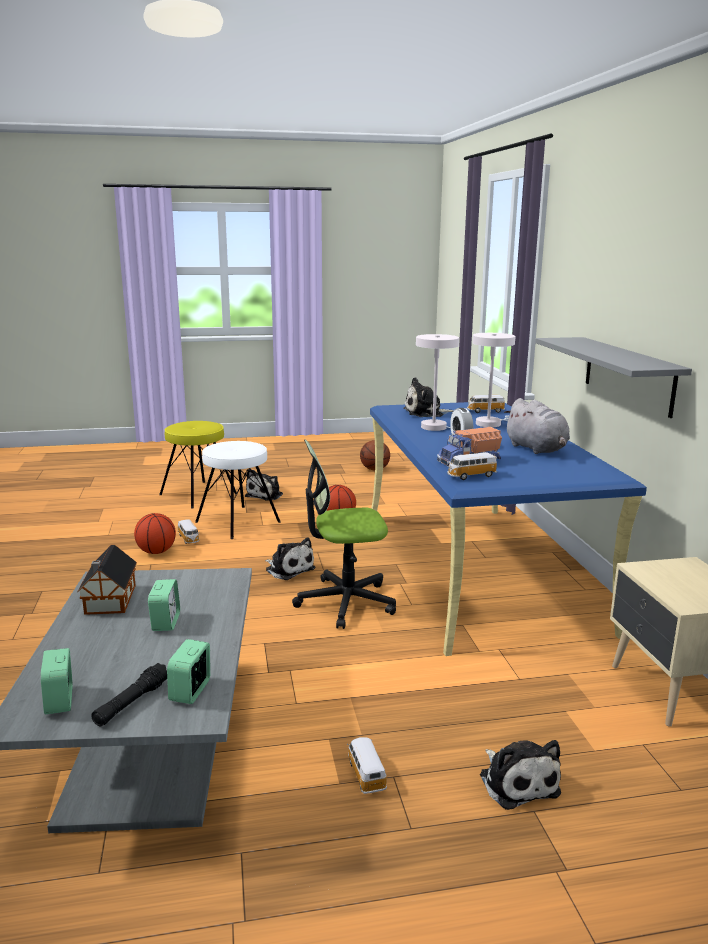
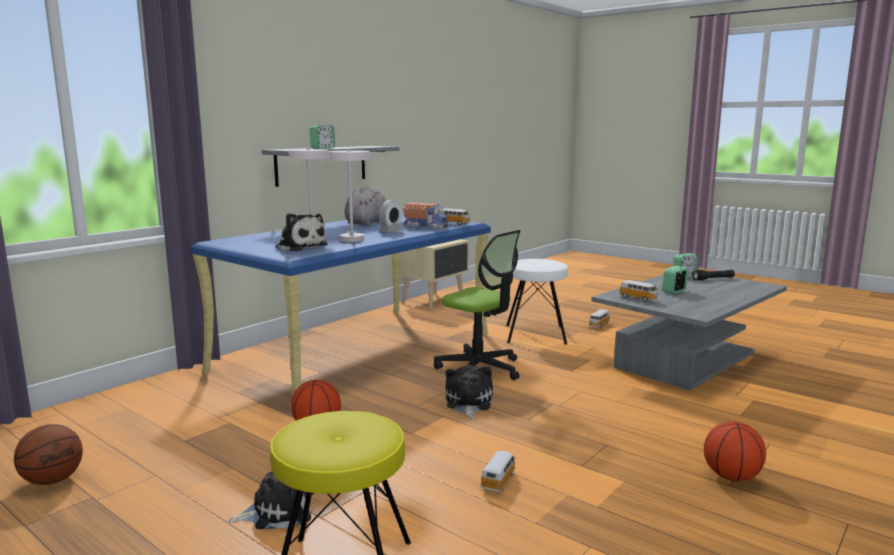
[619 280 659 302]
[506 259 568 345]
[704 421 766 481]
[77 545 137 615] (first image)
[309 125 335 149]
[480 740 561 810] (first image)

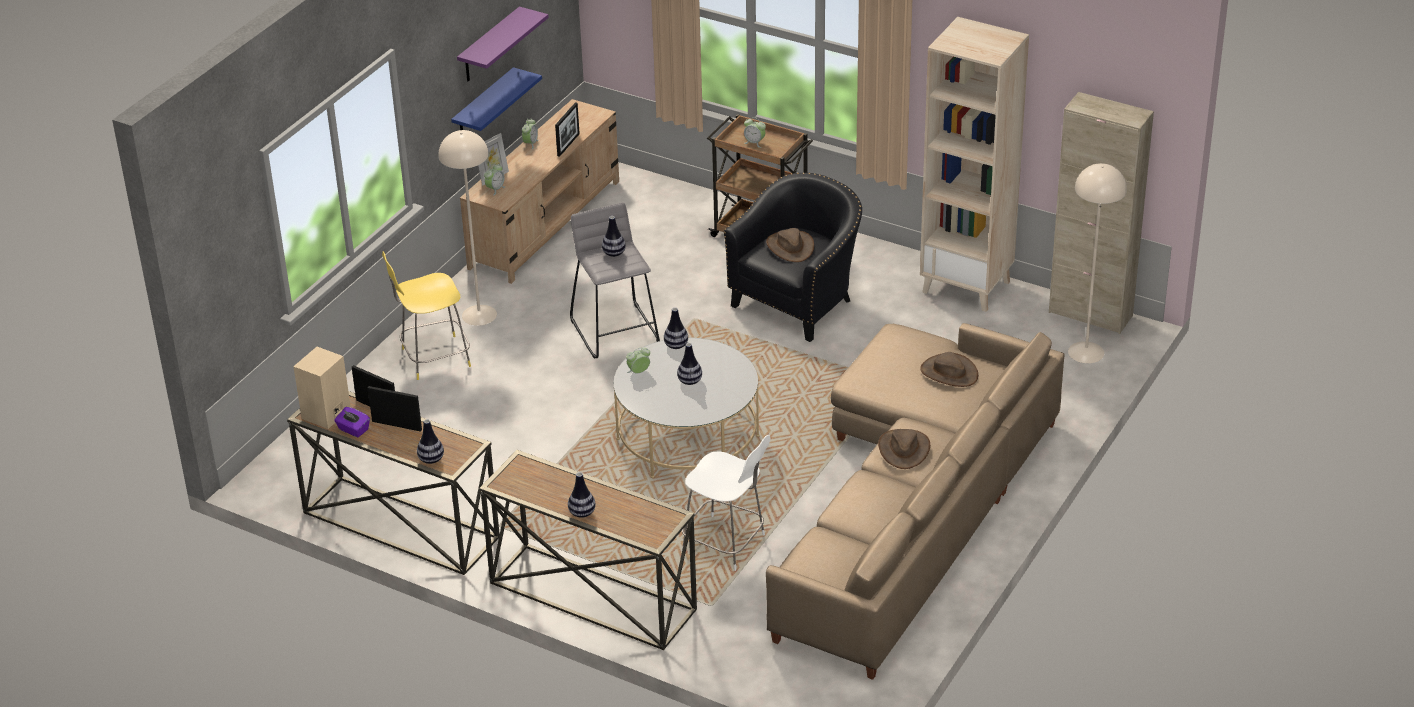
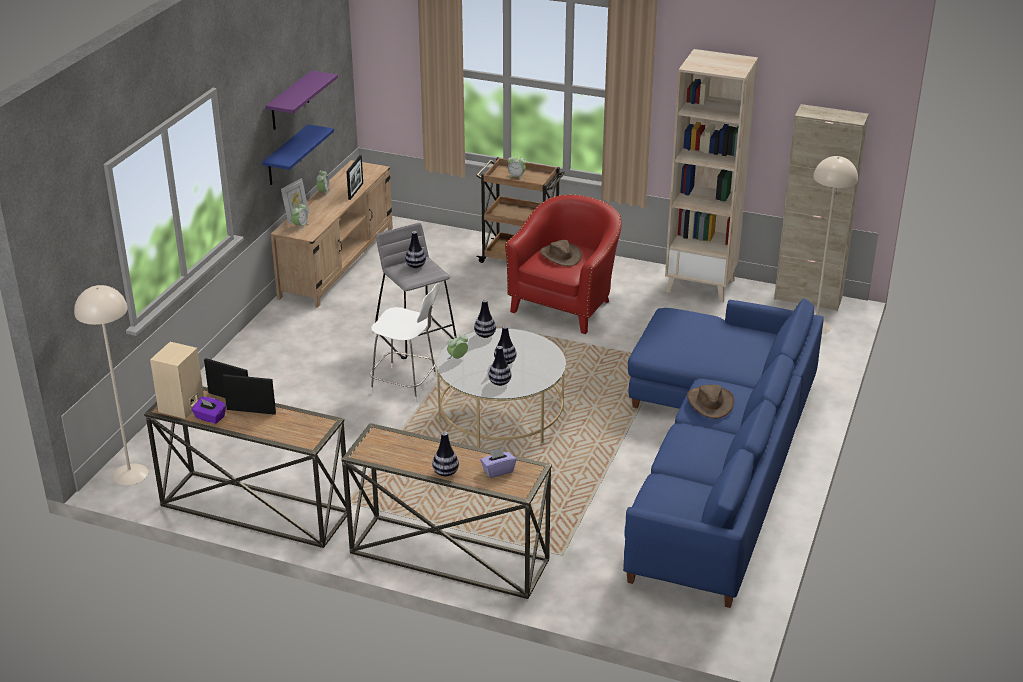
[74 285 148 485]
[505 194 622 334]
[382 252 471 380] (first image)
[623 298 824 608]
[920 352 978 387] (first image)
[488 346 511 386]
[370 283 440 403]
[480 448 516 478]

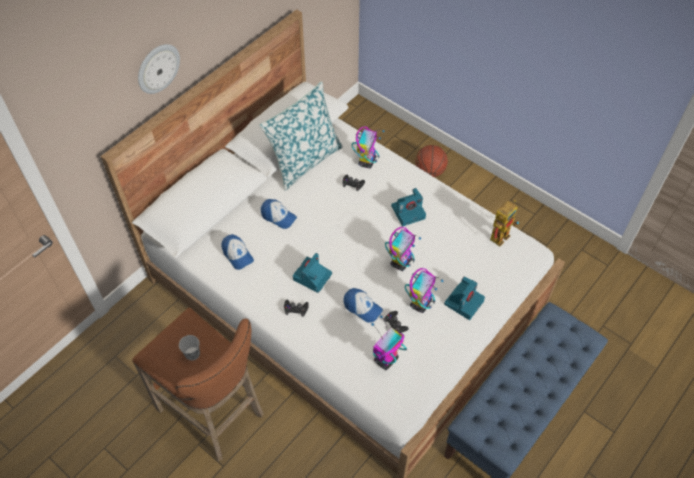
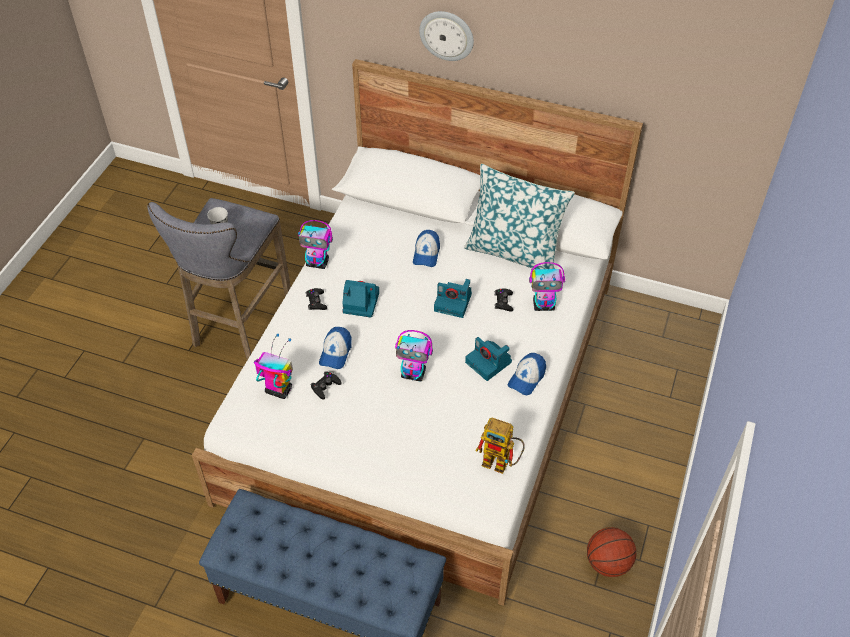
[587 527 636 577]
[508 353 546 395]
[298 220 333 269]
[434 279 472 318]
[147 198 291 360]

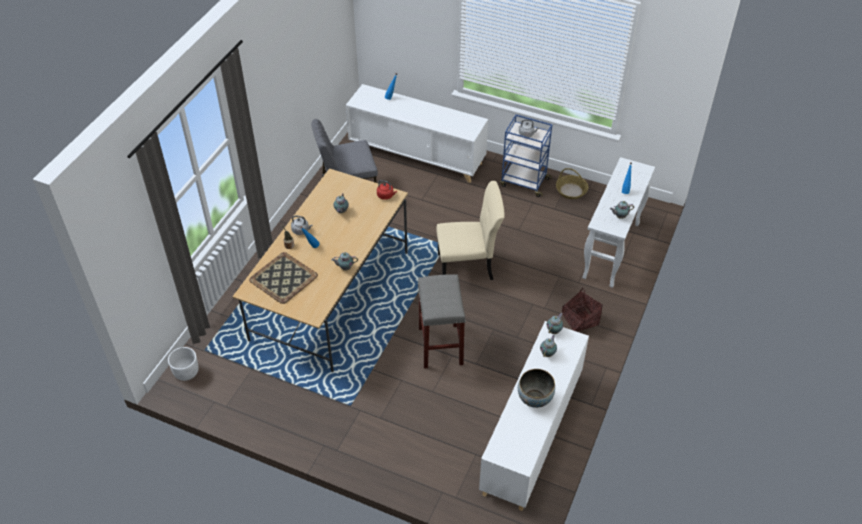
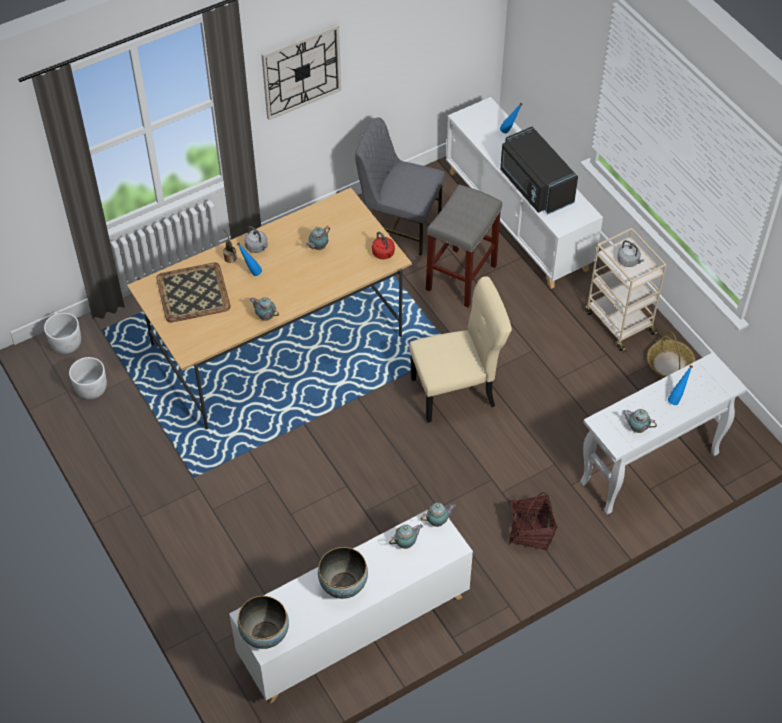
[585 228 667 352]
[409 276 512 423]
[426 184 502 308]
[261 24 341 120]
[500 126 578 214]
[69 357 107 399]
[238 596 289 649]

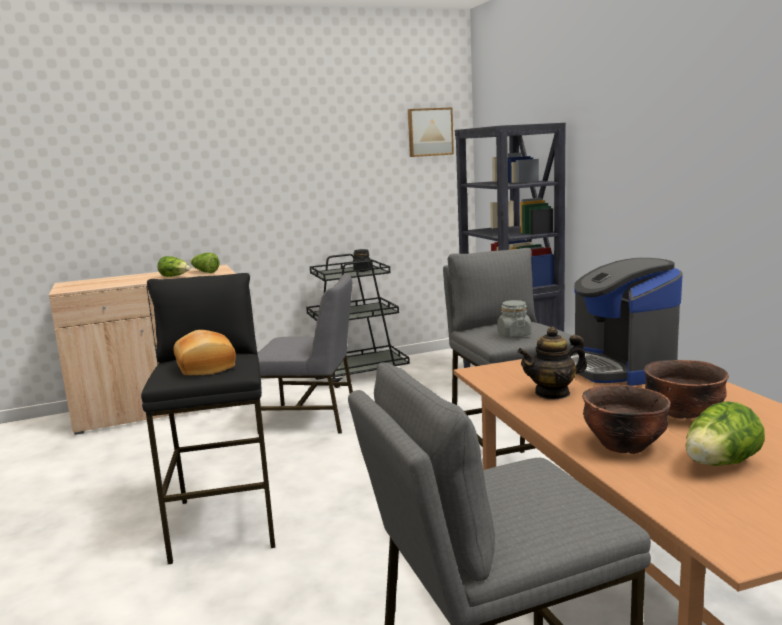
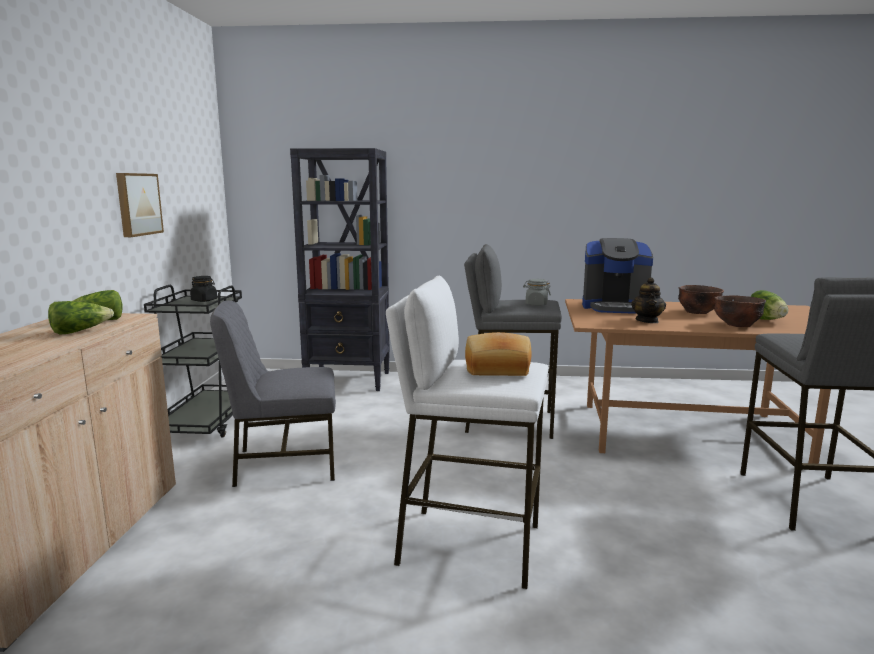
[116 173 164 237]
[386 276 549 589]
[210 300 336 487]

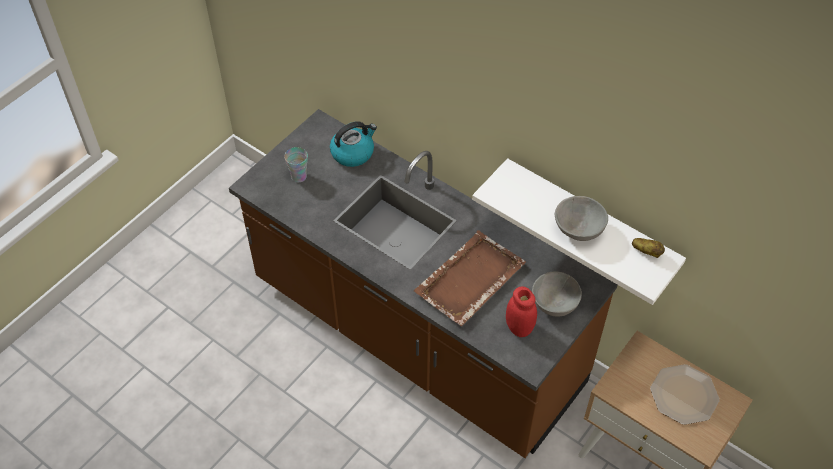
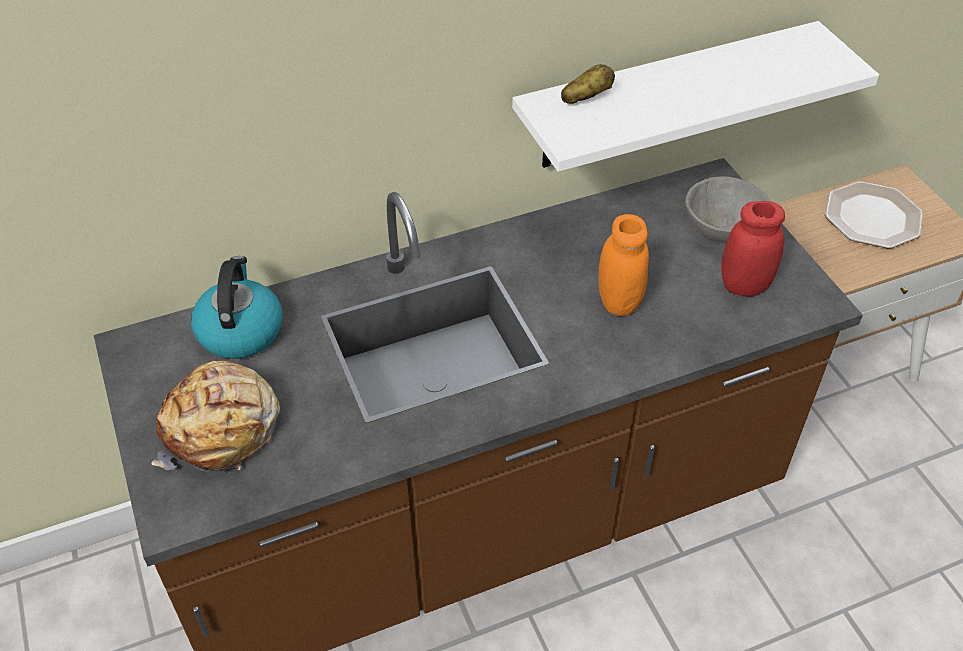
[151 361 280 472]
[555 196 608 241] (first image)
[598 214 649 316]
[561 64 615 104]

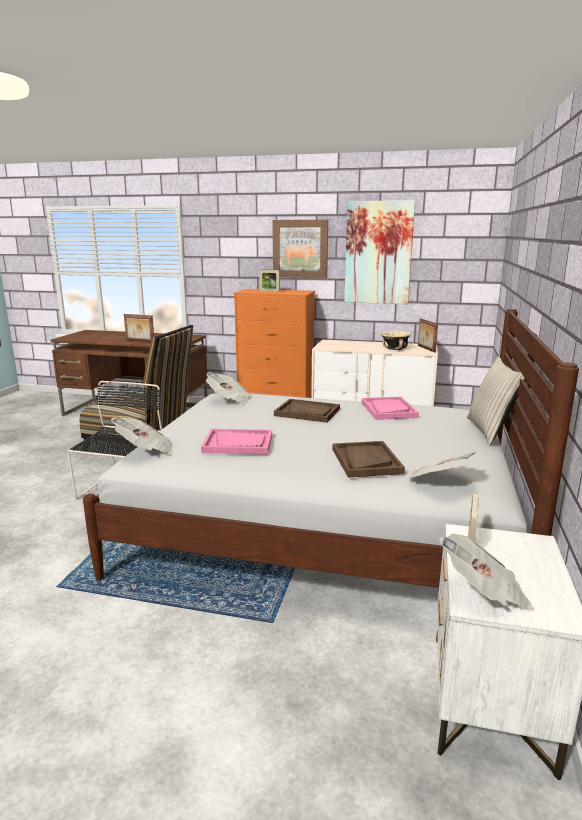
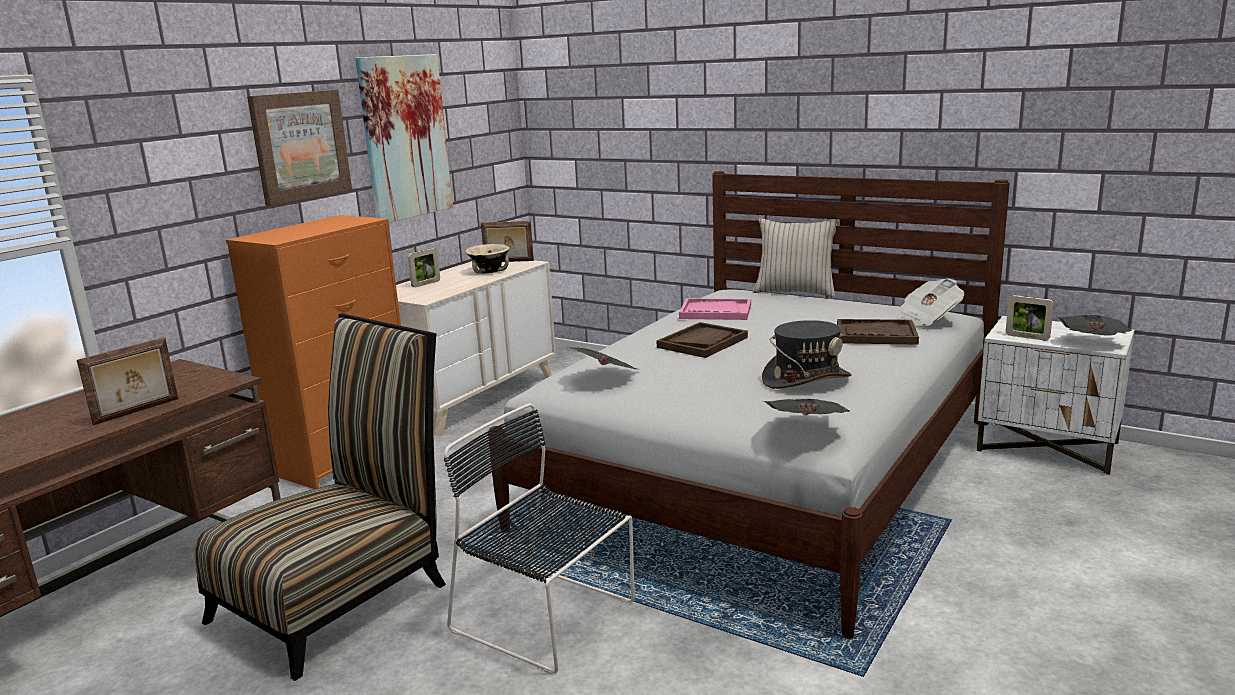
[408 248 440 287]
[762 320 852 389]

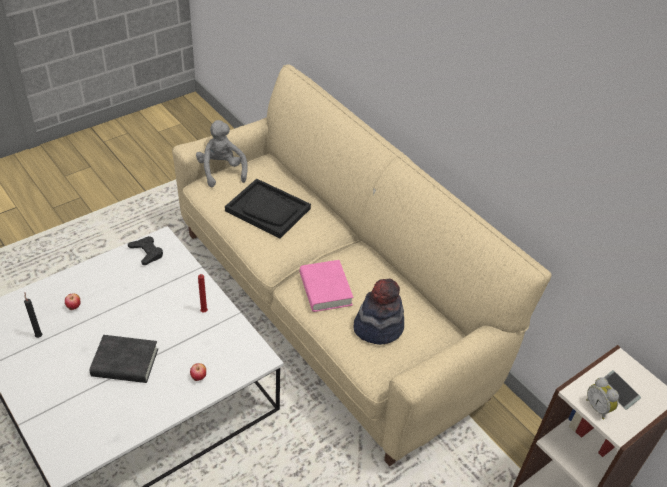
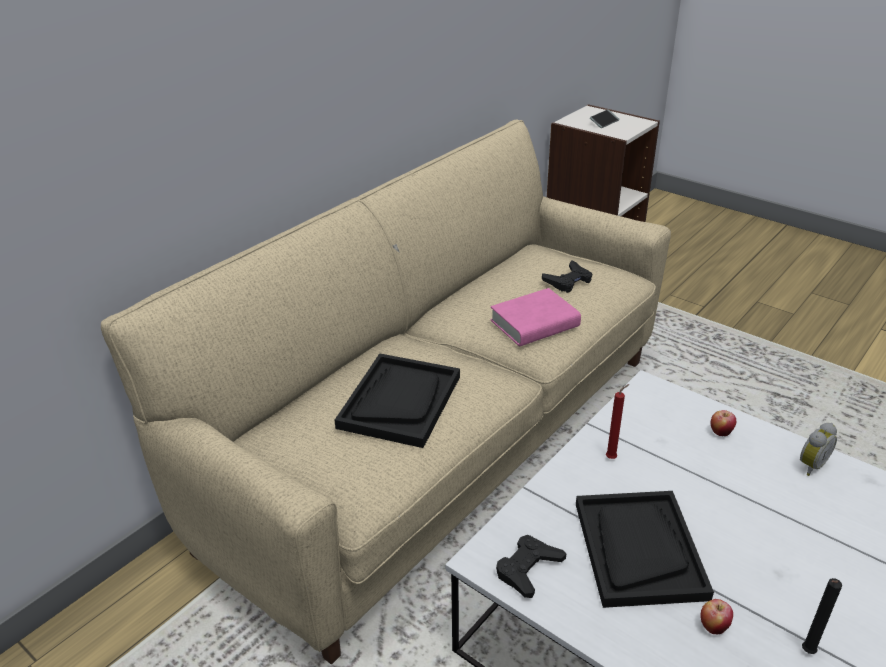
[196 120 247 187] (first image)
[542 261 592 293]
[90 335 158 383] (first image)
[800 423 837 476]
[576 491 714 608]

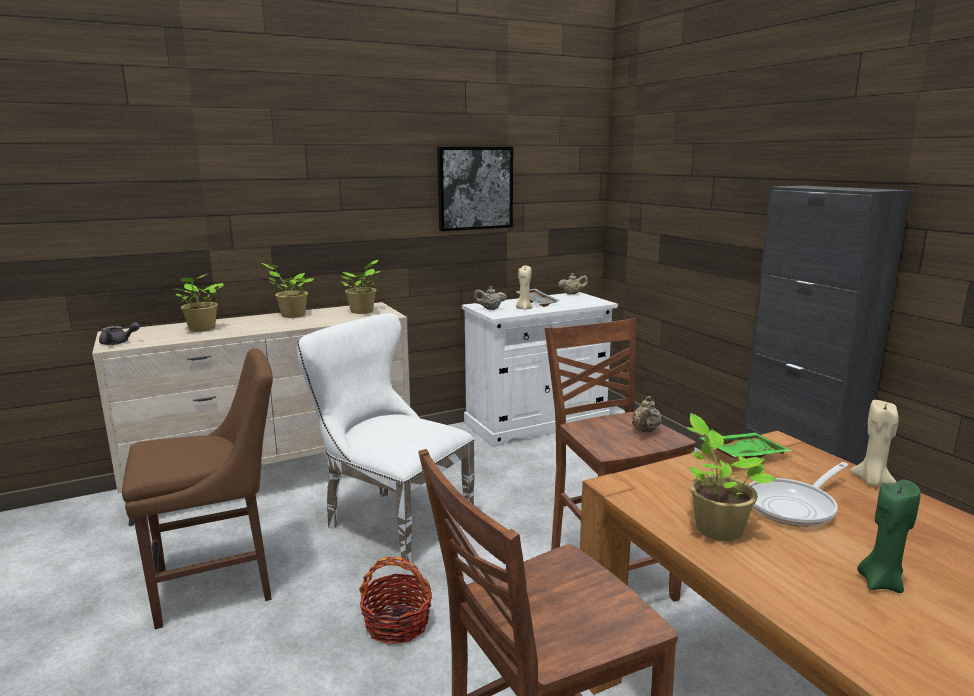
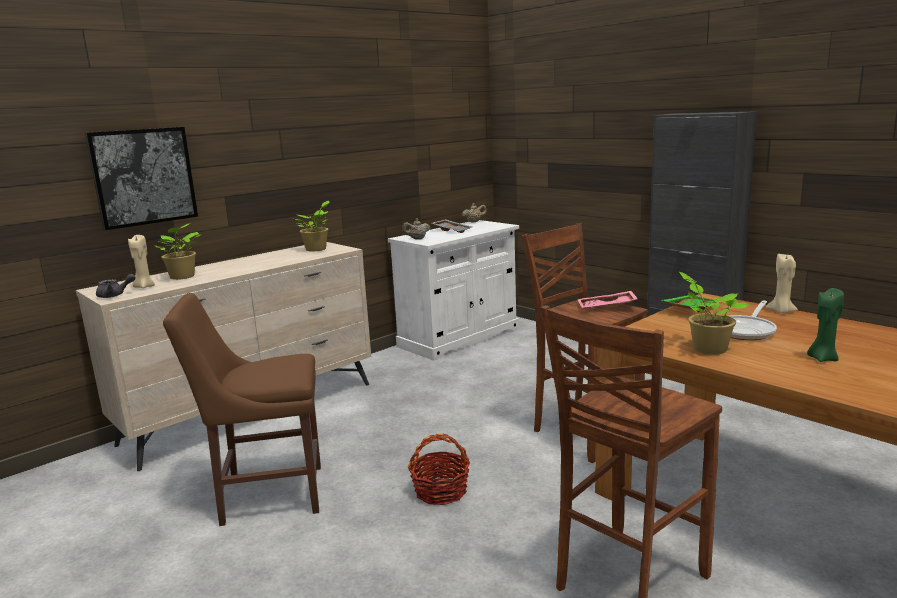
[85 127 198 230]
[262 263 314 318] (first image)
[128 235 155 288]
[297 313 474 569] (first image)
[163 293 321 526]
[577 291 638 308]

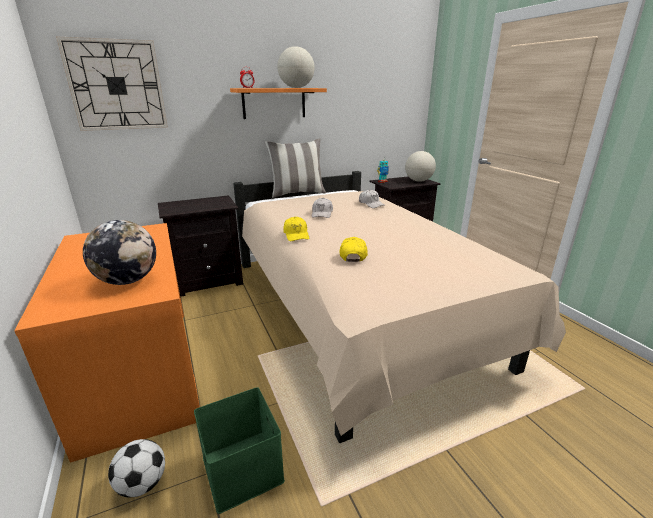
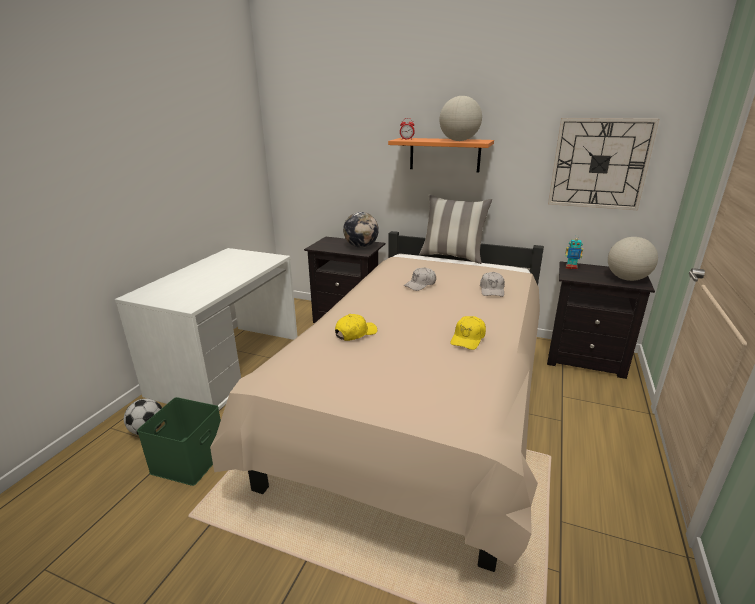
[548 118 659 210]
[450 316 486 350]
[343 212 379 248]
[115 248 298 410]

